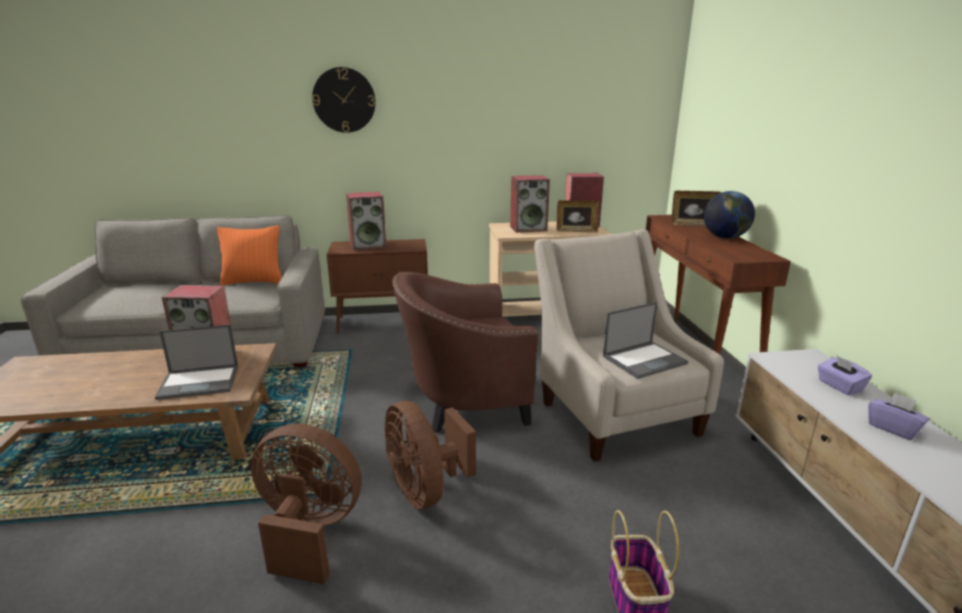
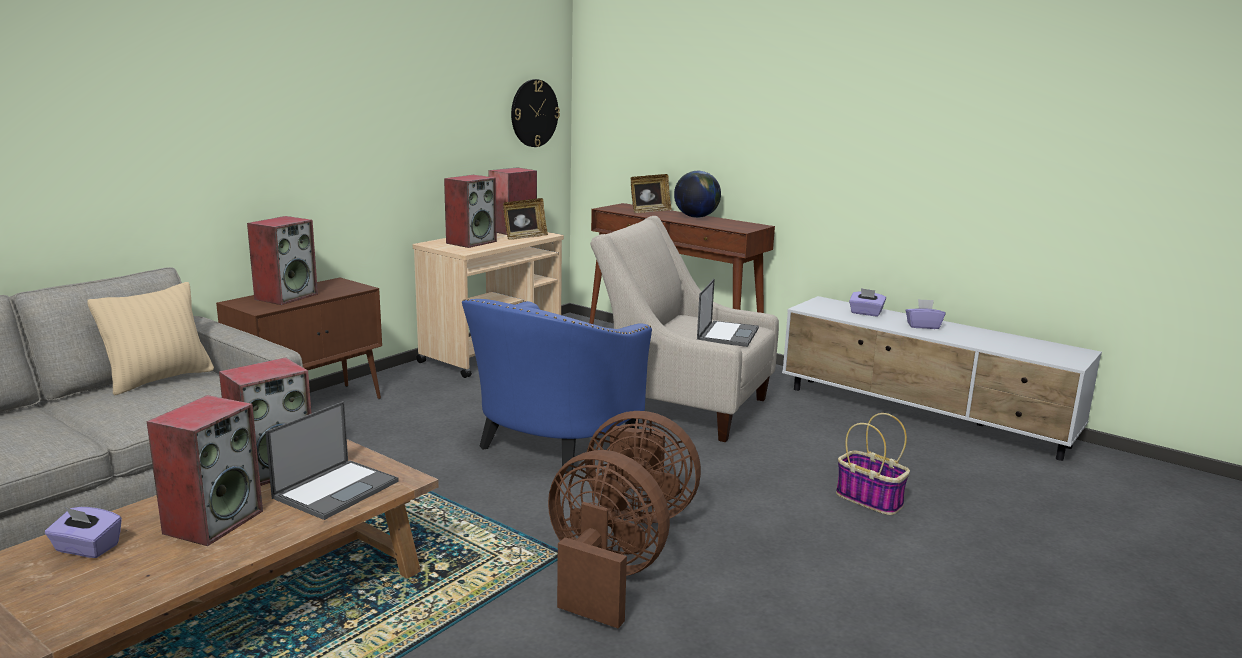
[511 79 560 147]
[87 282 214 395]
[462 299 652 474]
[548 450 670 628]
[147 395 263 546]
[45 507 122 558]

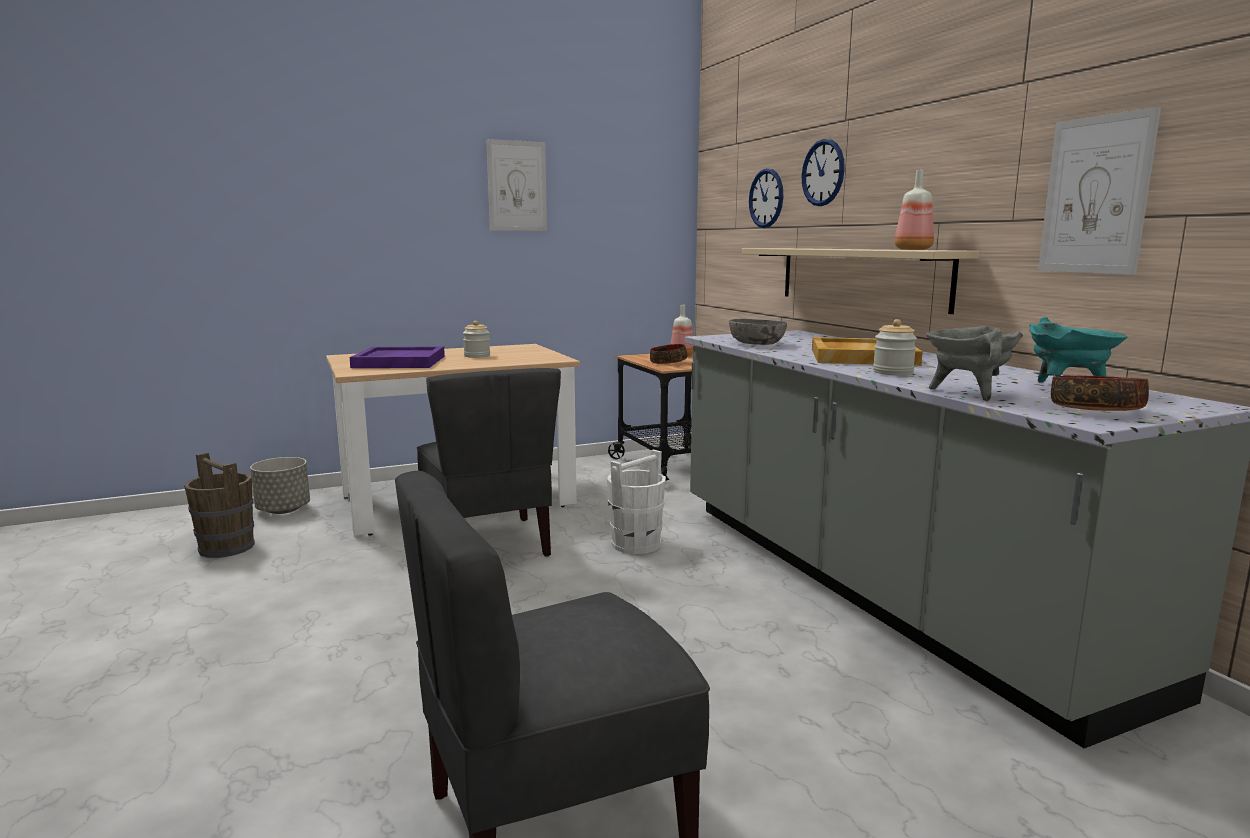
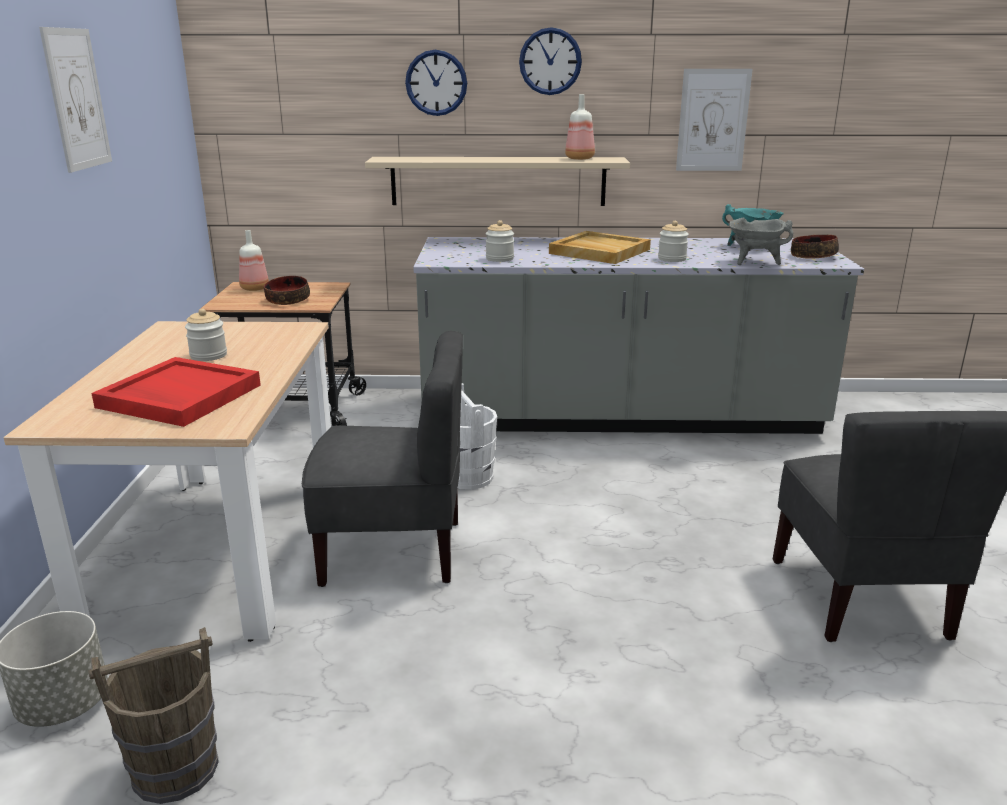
[519 27 582 95]
[486 220 514 262]
[91 357 261 427]

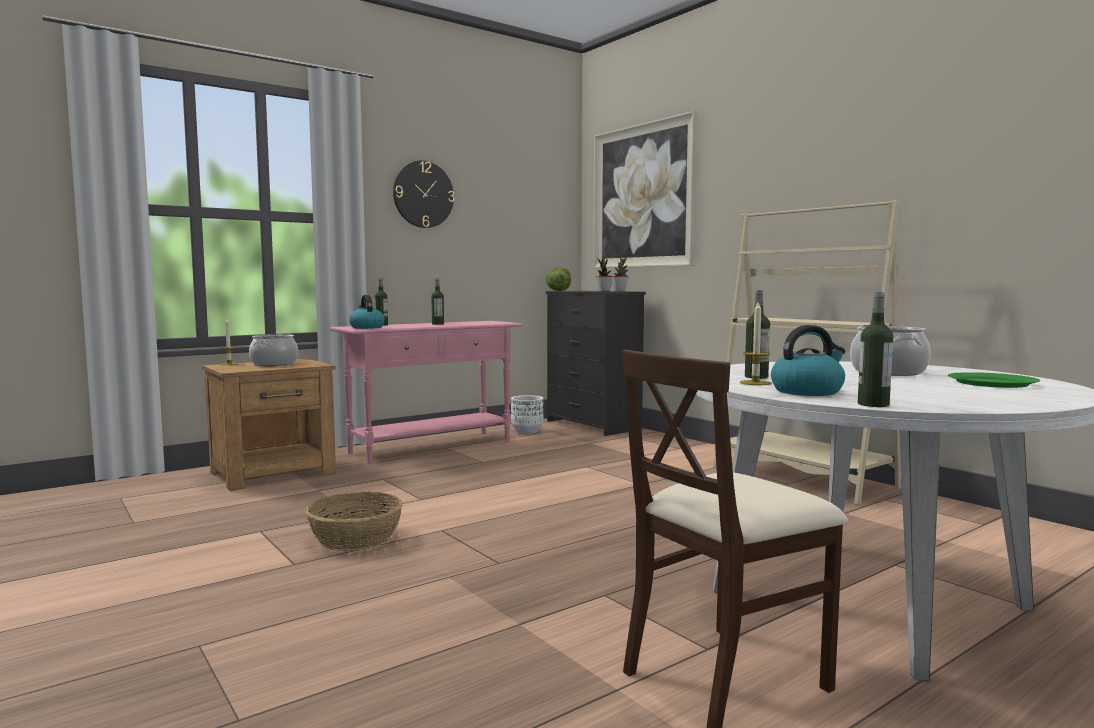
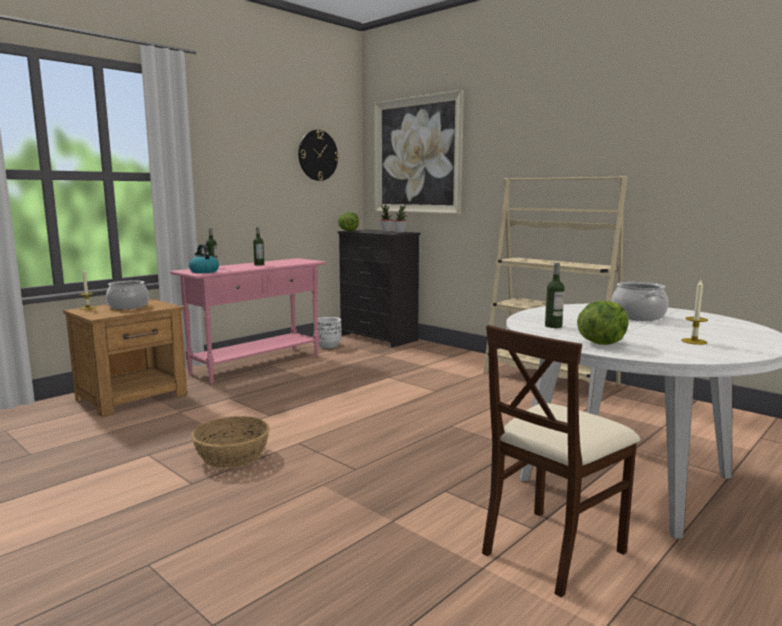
[298 130 339 181]
[858 292 893 407] (first image)
[681 280 708 345]
[577 301 629 345]
[948 372 1040 388] (first image)

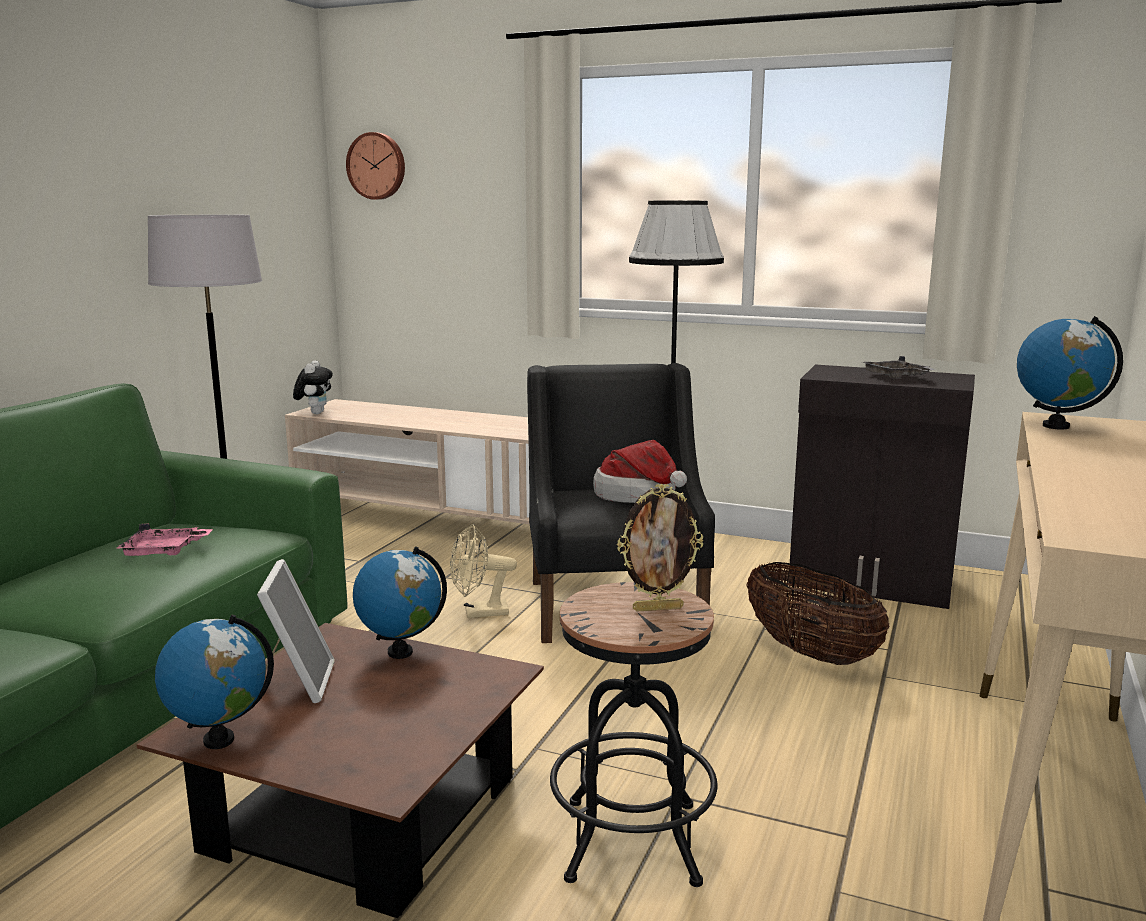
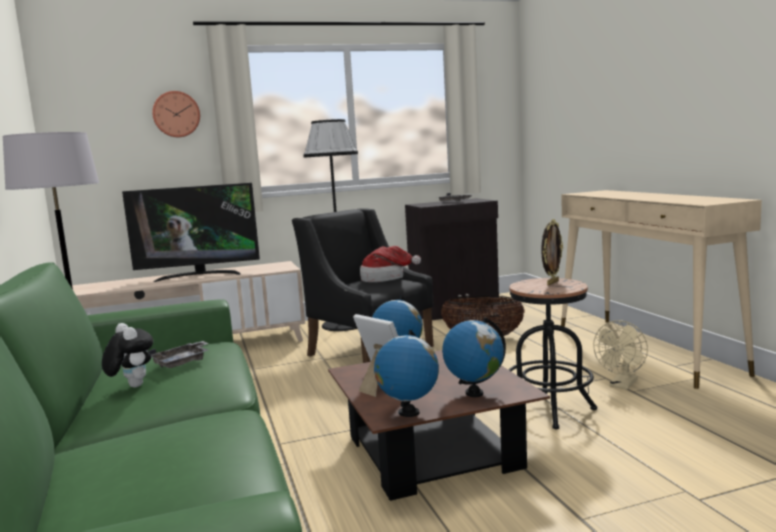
[152 91 200 137]
[442 317 506 397]
[102 323 153 387]
[148 341 209 368]
[593 320 648 389]
[122 183 260 282]

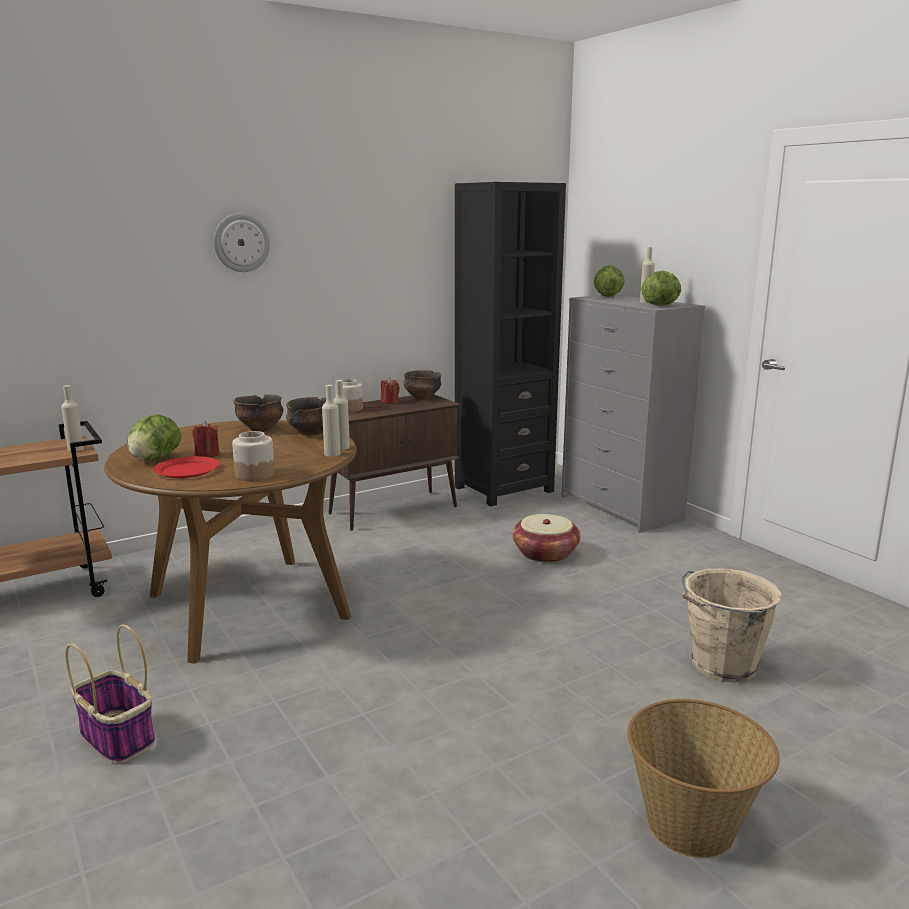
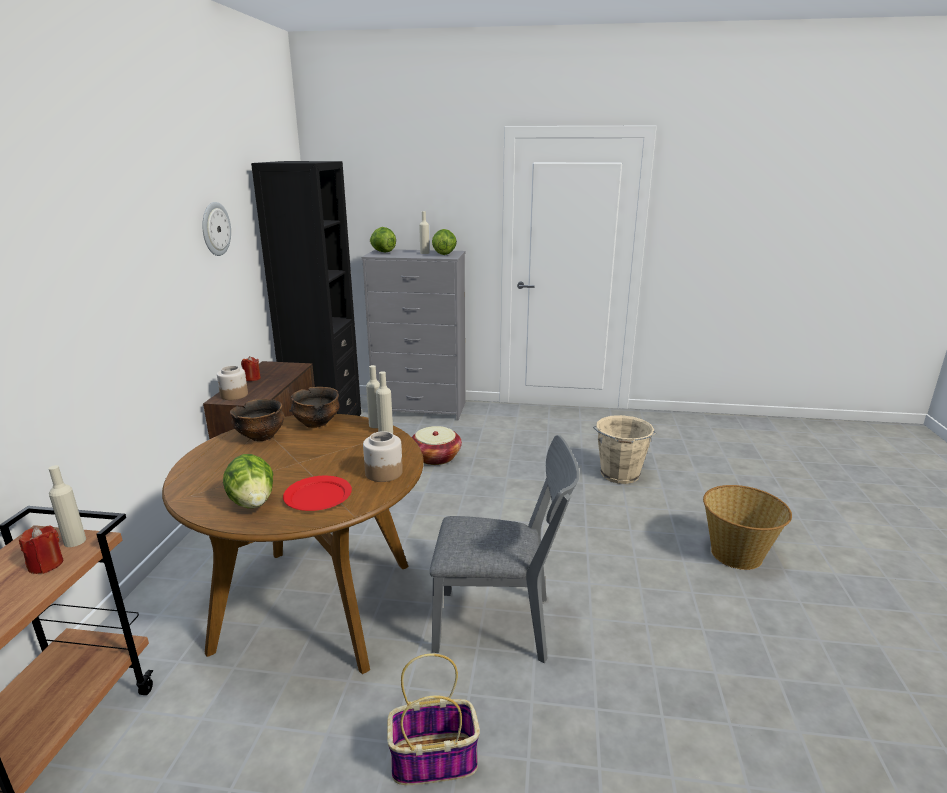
[202 202 231 256]
[404 370 441 400] (first image)
[19 525 63 574]
[430 435 579 663]

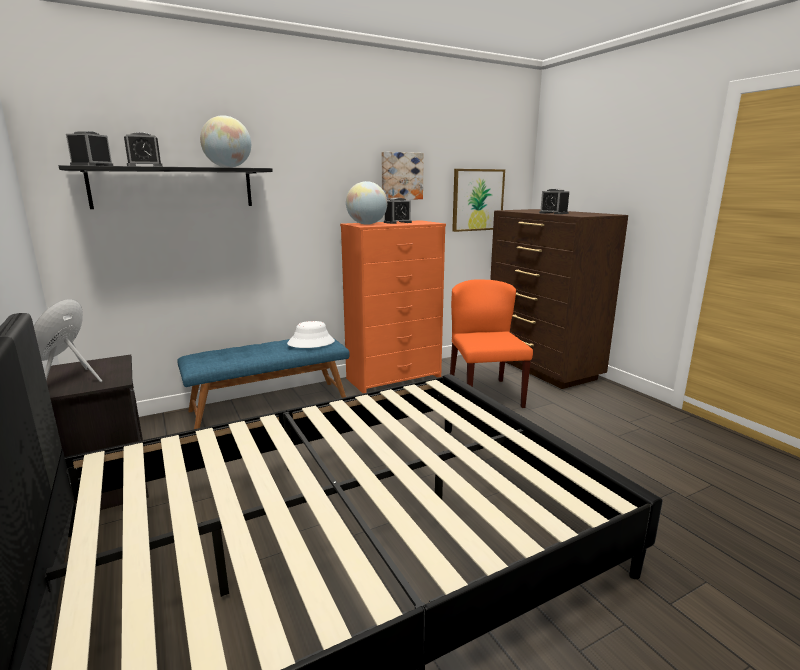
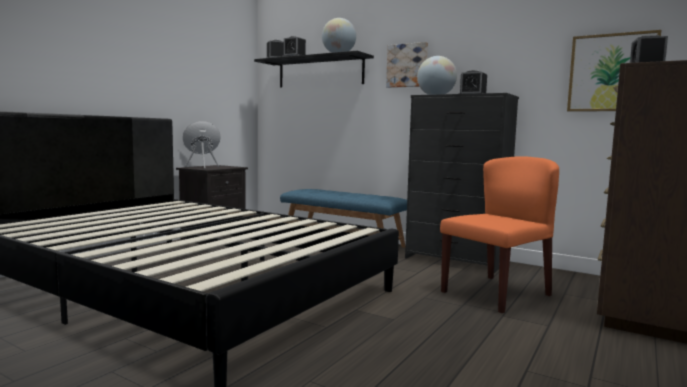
[386 42 428 88]
[405 93 519 273]
[287 321 335 348] (first image)

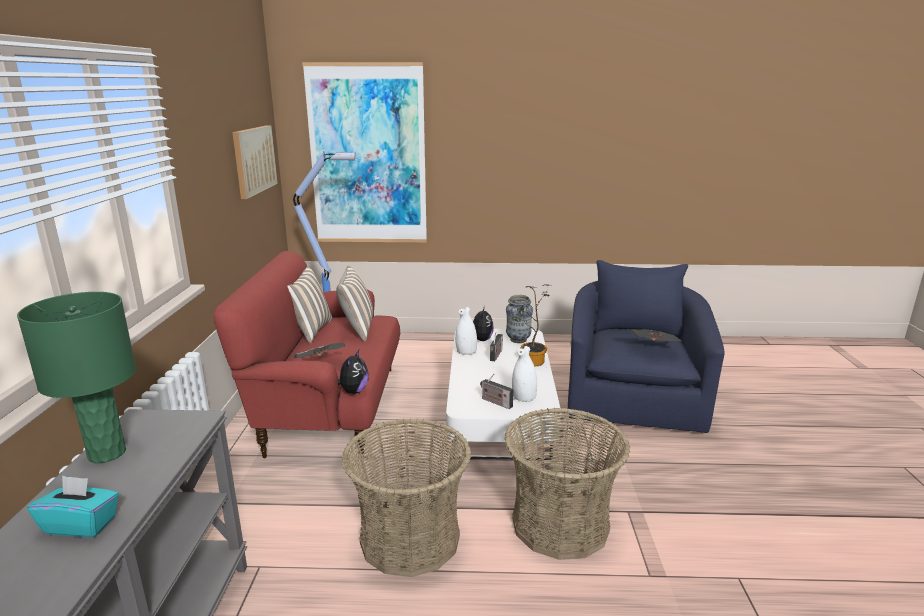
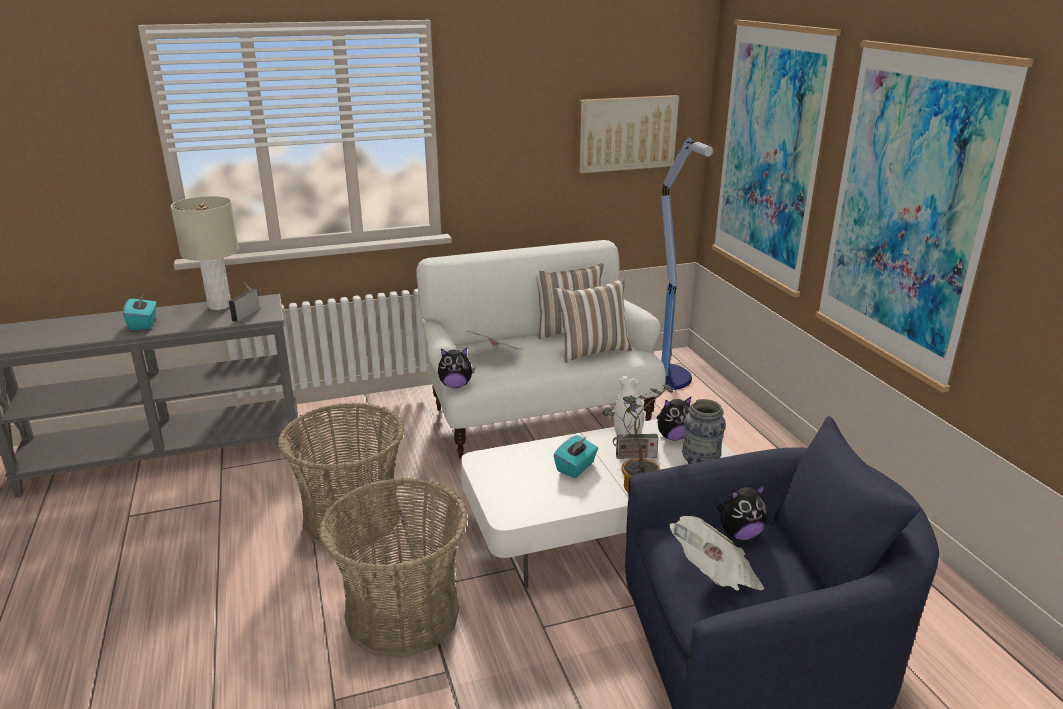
[416 240 666 459]
[171 196 239 310]
[512 346 537 402] (first image)
[229 282 260 322]
[815 40 1034 393]
[554 435 598 478]
[717 485 768 540]

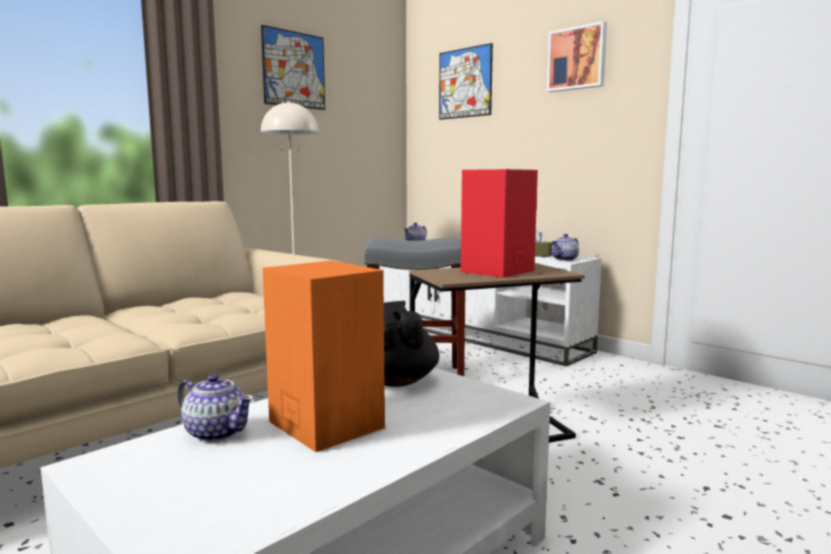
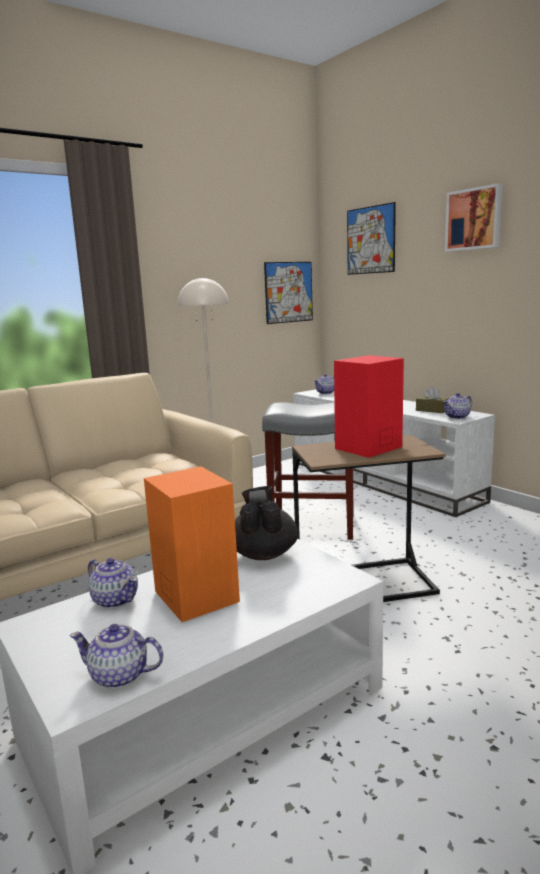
[264 262 313 324]
[69 624 163 689]

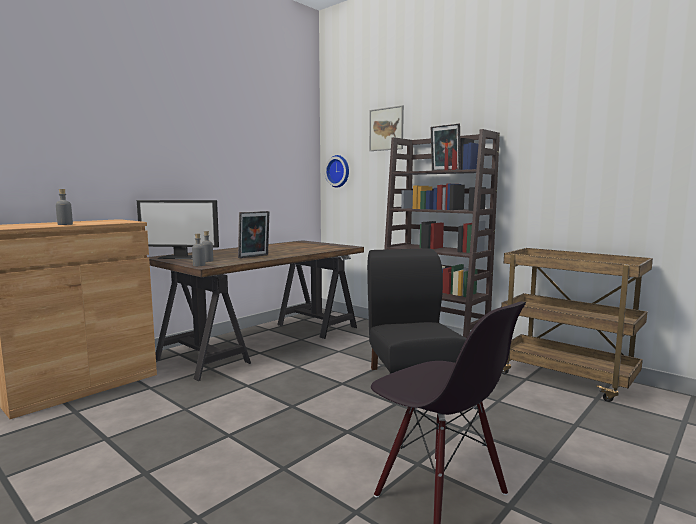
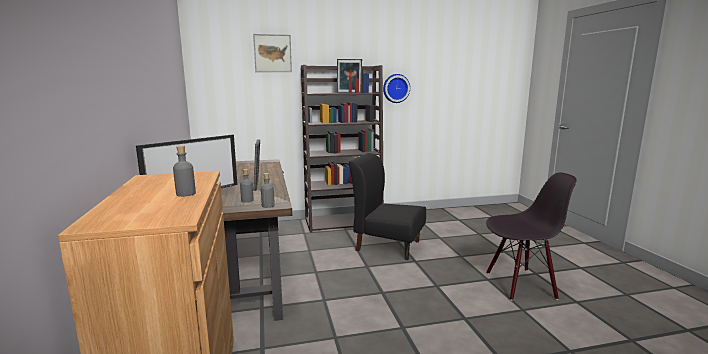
[383 74 410 103]
[501 248 653 402] (first image)

